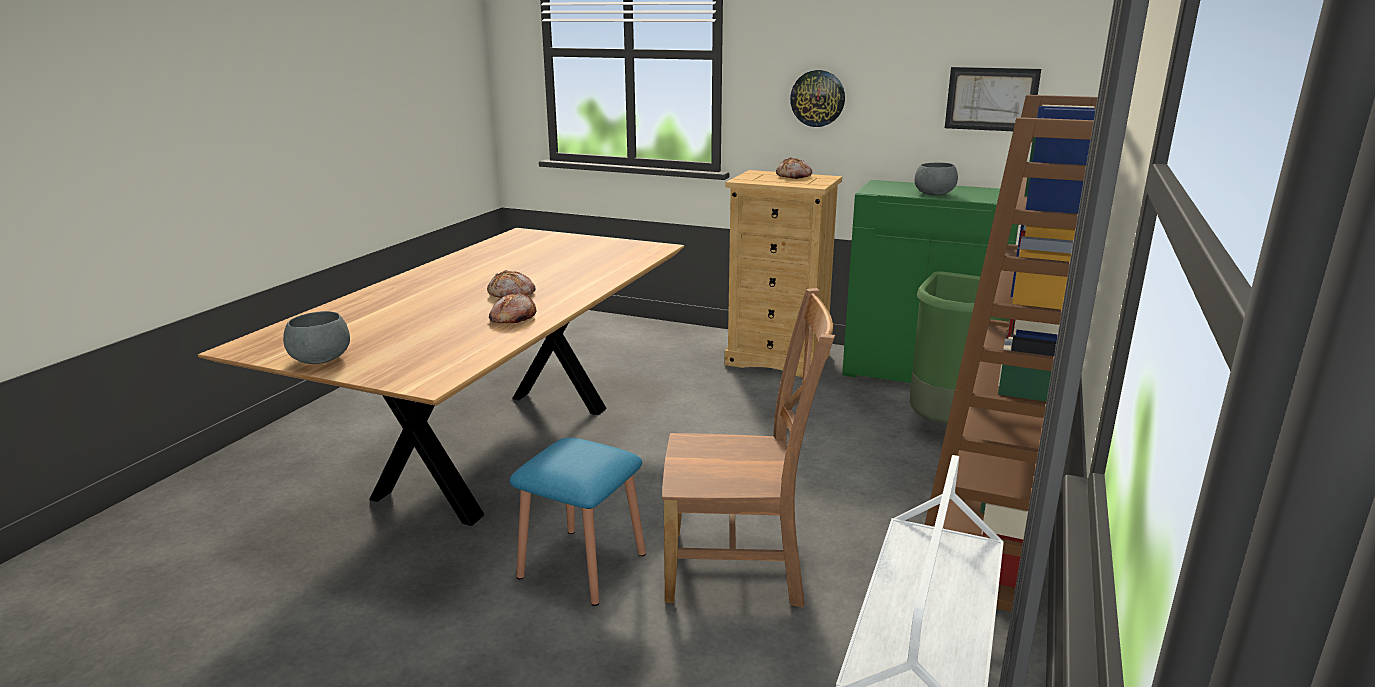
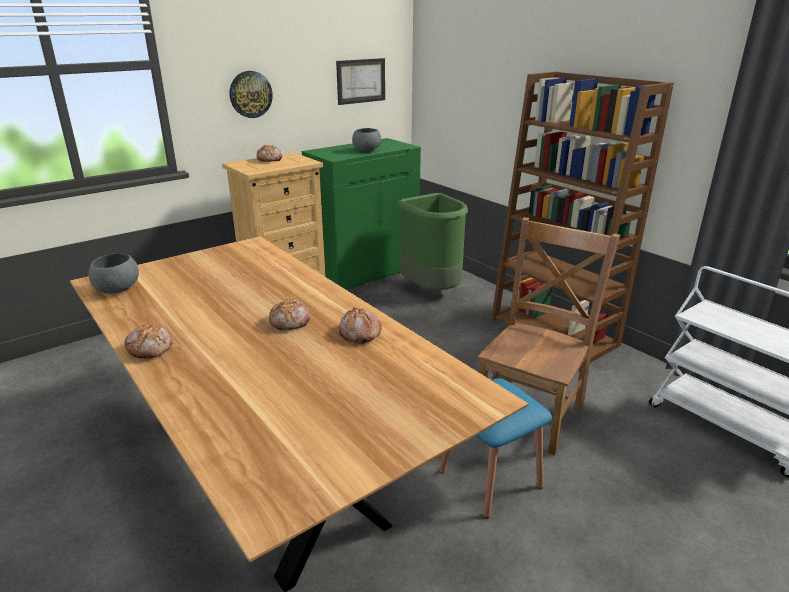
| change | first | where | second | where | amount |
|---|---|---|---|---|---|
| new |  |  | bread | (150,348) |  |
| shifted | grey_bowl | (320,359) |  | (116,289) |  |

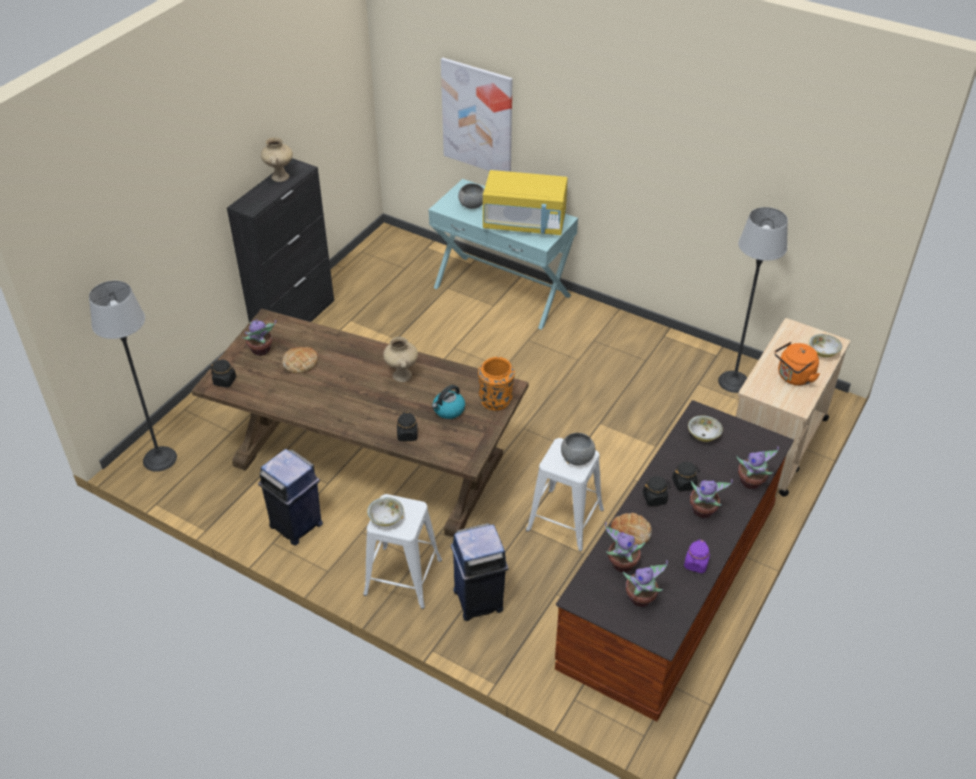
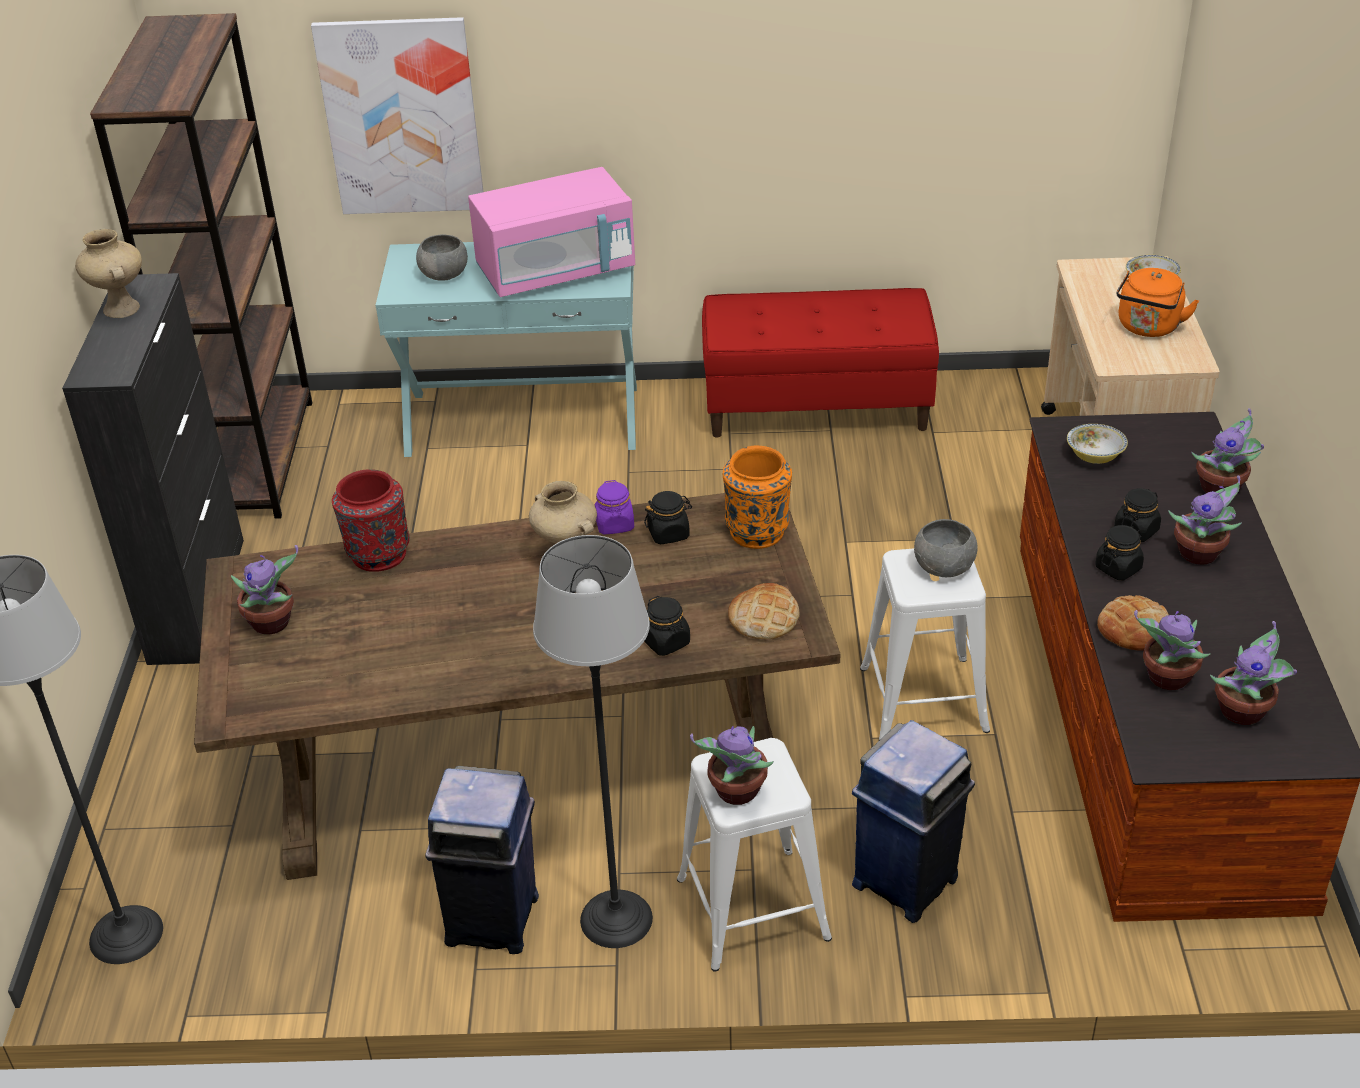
| change | first | where | second | where | amount |
|---|---|---|---|---|---|
| gone | kettle | (448,410) |  |  |  |
| new |  |  | brown_bookcase | (257,458) |  |
| new |  |  | red_vase | (377,554) |  |
| new |  |  | red_bench | (816,407) |  |
| shifted | black_jar | (225,381) |  | (669,533) |  |
| shifted | bread | (300,362) |  | (764,617) |  |
| shifted | purple_jar | (696,564) |  | (615,524) |  |
| shifted | floor_lamp | (734,382) |  | (617,918) |  |
| swapped | bowl | (386,518) | potted_plant | (736,792) |  |
| repainted | yellow_microwave | (525,223) | pink_microwave | (556,271) |  |

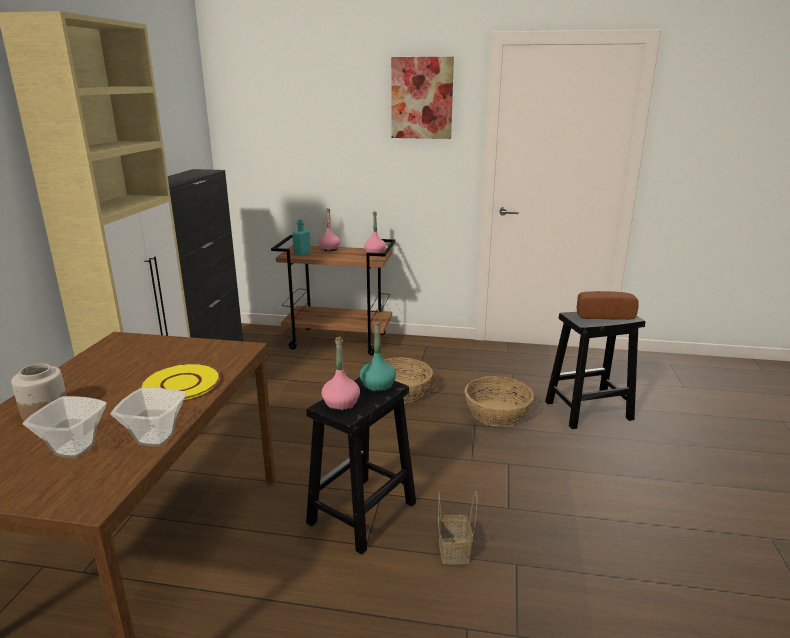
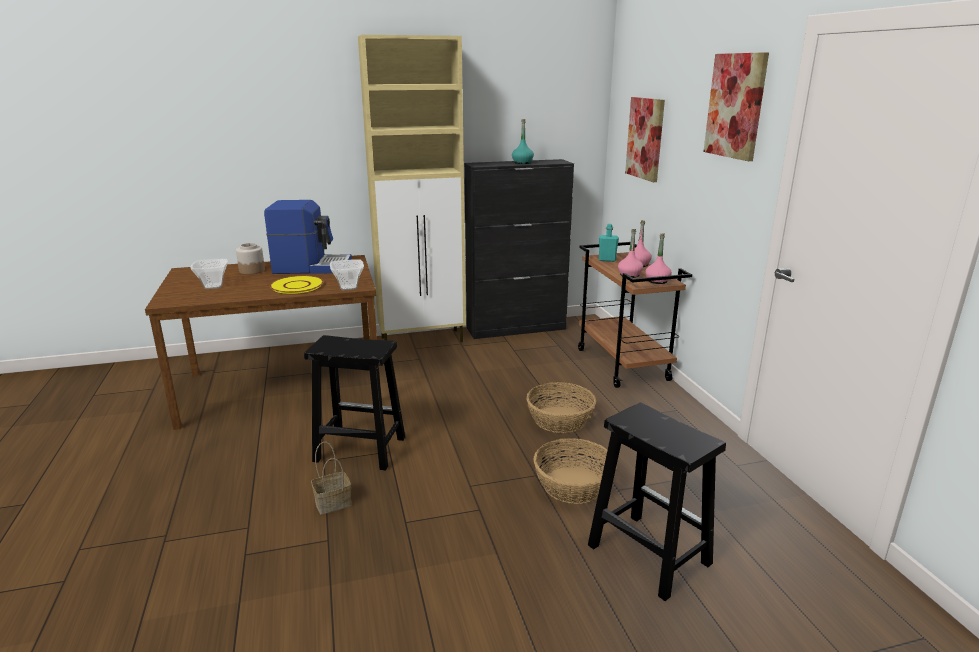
| change | first | where | second | where | amount |
|---|---|---|---|---|---|
| gone | bread | (603,315) |  |  |  |
| new |  |  | coffee_machine | (312,267) |  |
| new |  |  | picture | (645,138) |  |
| shifted | bowl | (156,439) |  | (347,287) |  |
| shifted | pink_bottle | (341,404) |  | (629,275) |  |
| shifted | turquoise_bottle | (377,386) |  | (522,163) |  |

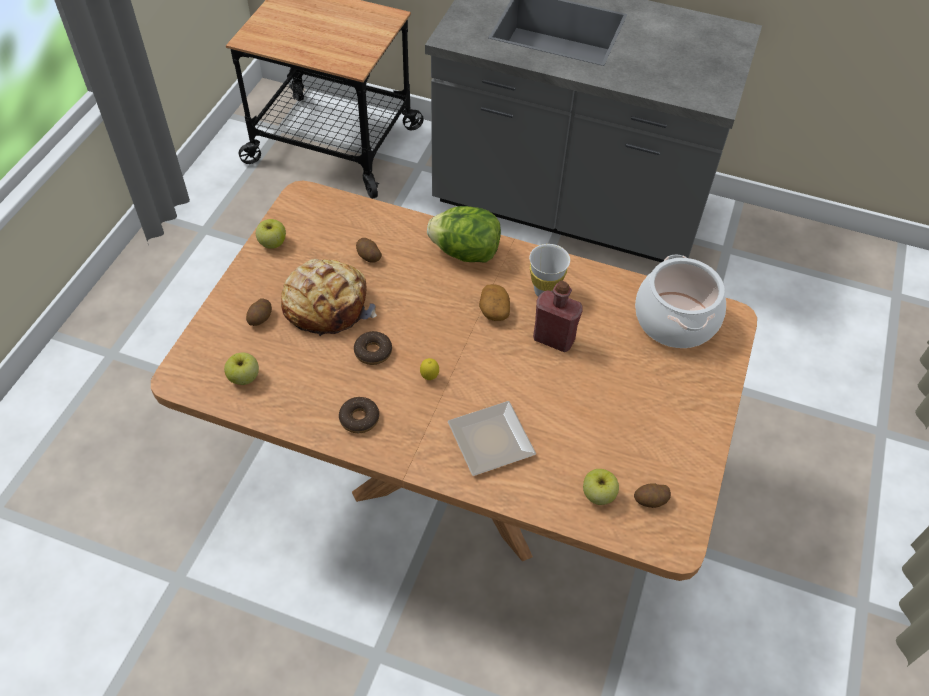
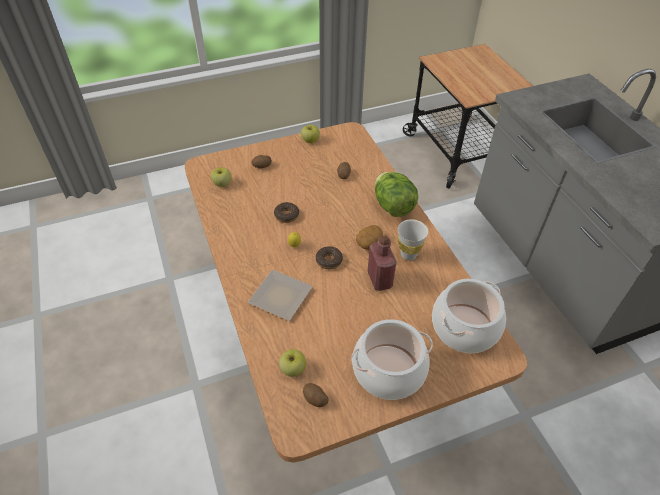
| change | first | where | second | where | amount |
|---|---|---|---|---|---|
| gone | bread | (327,304) |  |  |  |
| new |  |  | cooking_pot | (389,370) |  |
| shifted | donut | (359,418) |  | (329,260) |  |

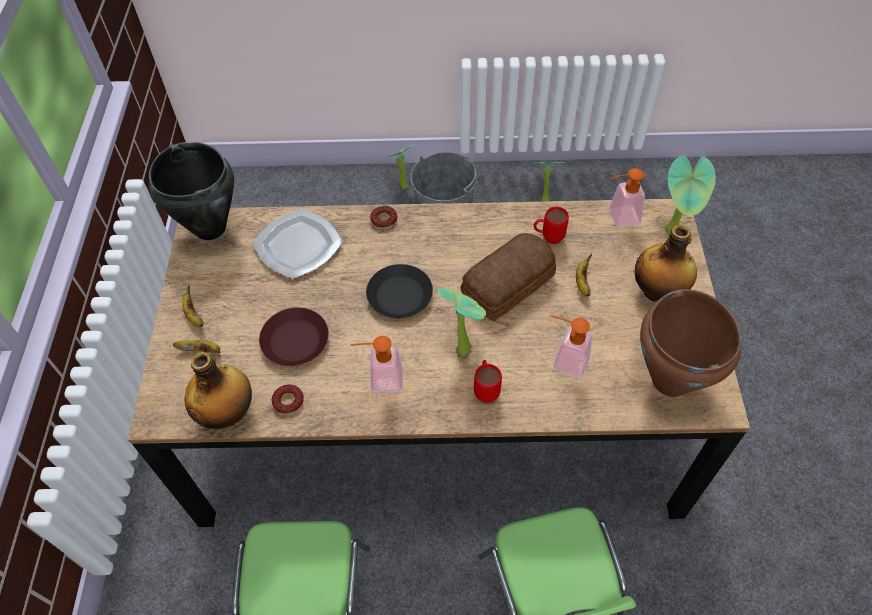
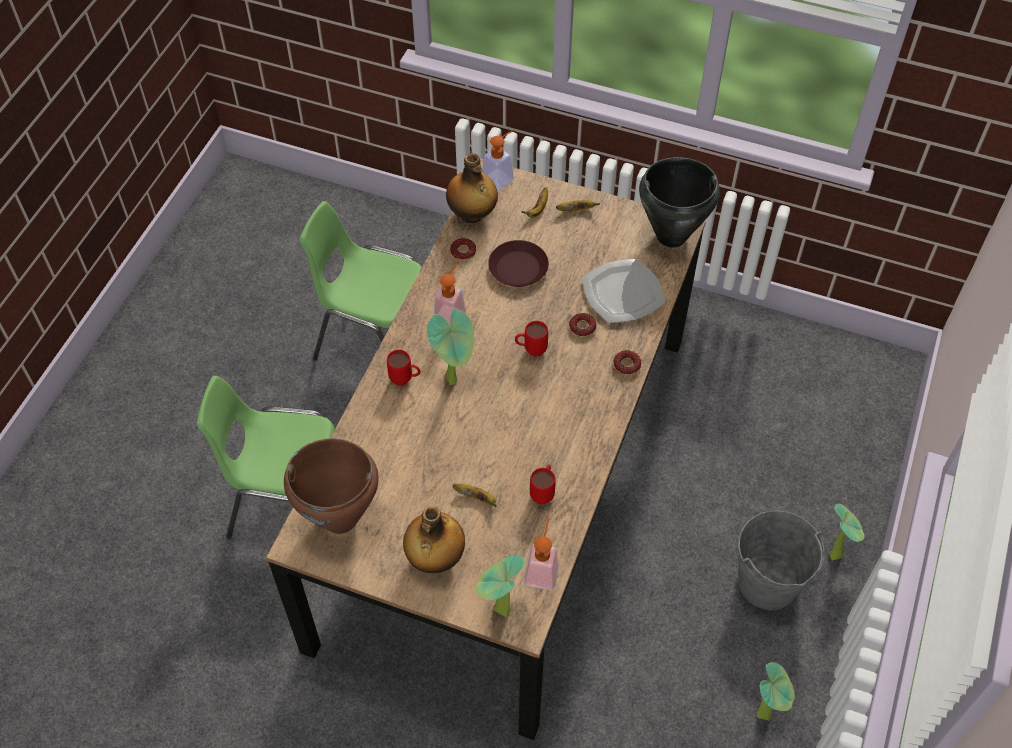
| change | first | where | second | where | amount |
|---|---|---|---|---|---|
| gone | bread | (510,285) |  |  |  |
| new |  |  | donut | (582,327) |  |
| shifted | soap_dispenser | (564,360) |  | (501,177) |  |
| swapped | black_plate | (399,295) | red_mug | (531,350) |  |

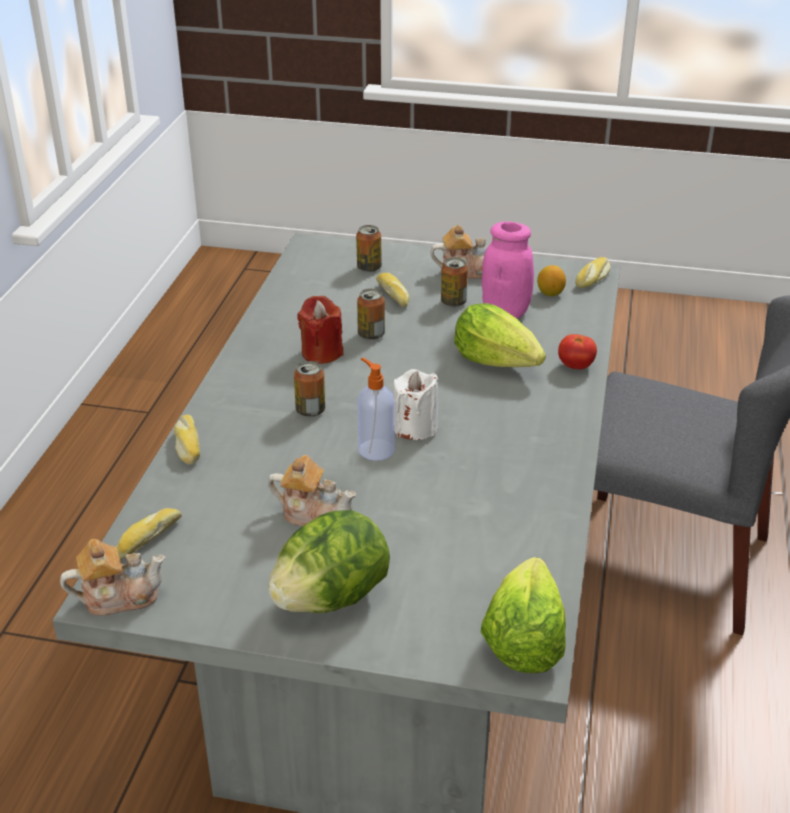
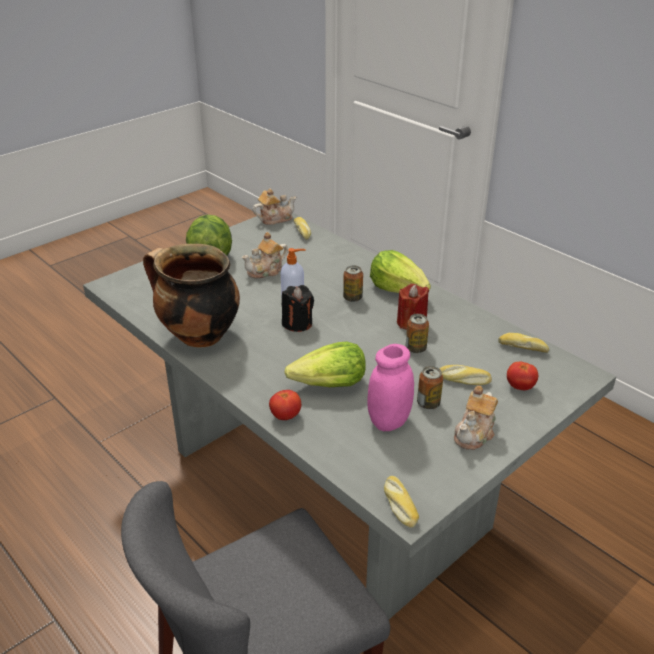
| change | first | where | second | where | amount |
|---|---|---|---|---|---|
| gone | lemon | (550,293) |  |  |  |
| new |  |  | cooking_pot | (198,336) |  |
| shifted | bread | (187,445) |  | (523,347) |  |
| shifted | lettuce | (523,639) |  | (398,289) |  |
| swapped | can | (369,268) | tomato | (520,387) |  |
| repainted | white_candle | (415,427) | black_candle | (297,323) |  |
| rotated | teapot | (118,597) |  | (275,219) | 135 degrees counterclockwise |

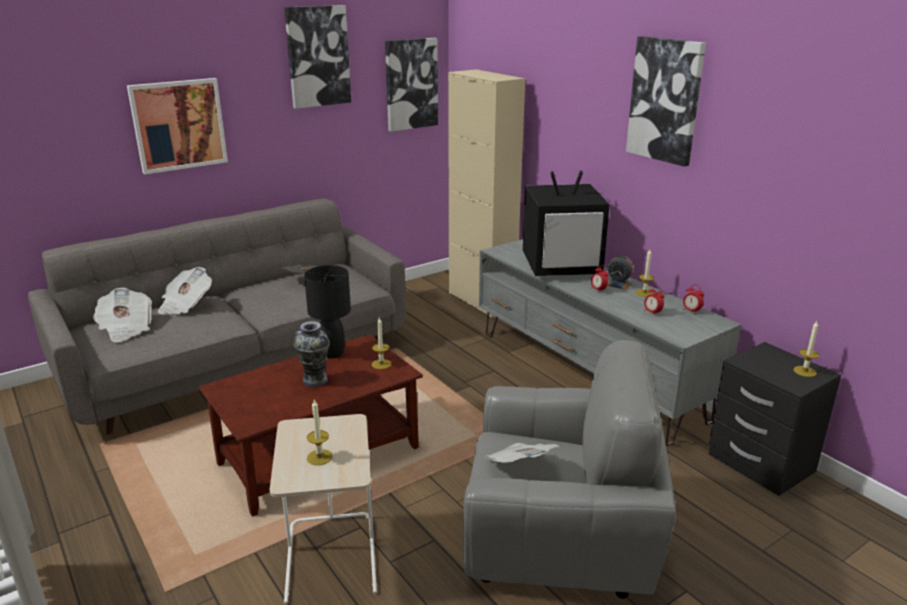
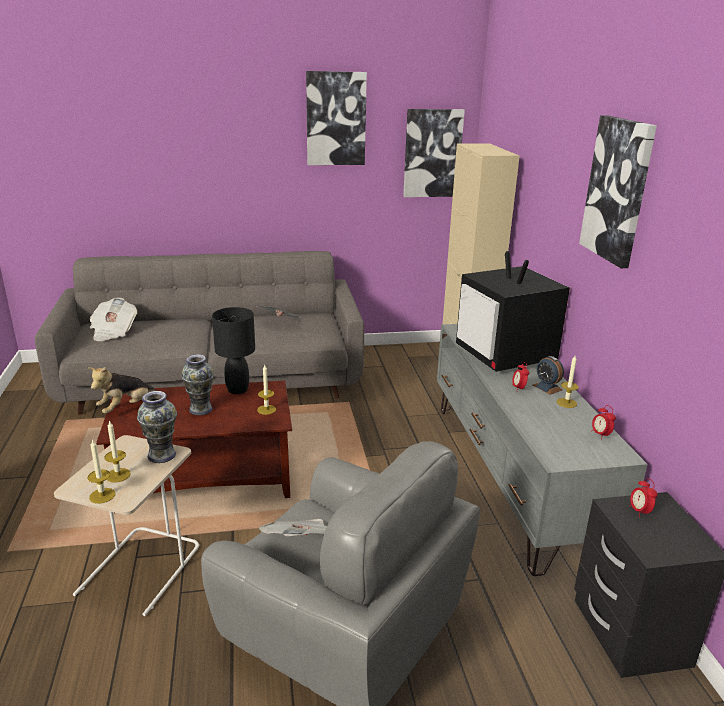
| change | first | where | second | where | amount |
|---|---|---|---|---|---|
| gone | picture | (178,125) |  |  |  |
| gone | newspaper | (185,305) |  |  |  |
| new |  |  | plush_toy | (126,408) |  |
| new |  |  | vase | (161,455) |  |
| shifted | alarm_clock | (652,313) |  | (639,511) |  |
| shifted | candle | (804,371) |  | (102,495) |  |
| rotated | television | (562,267) |  | (505,357) | 45 degrees clockwise |

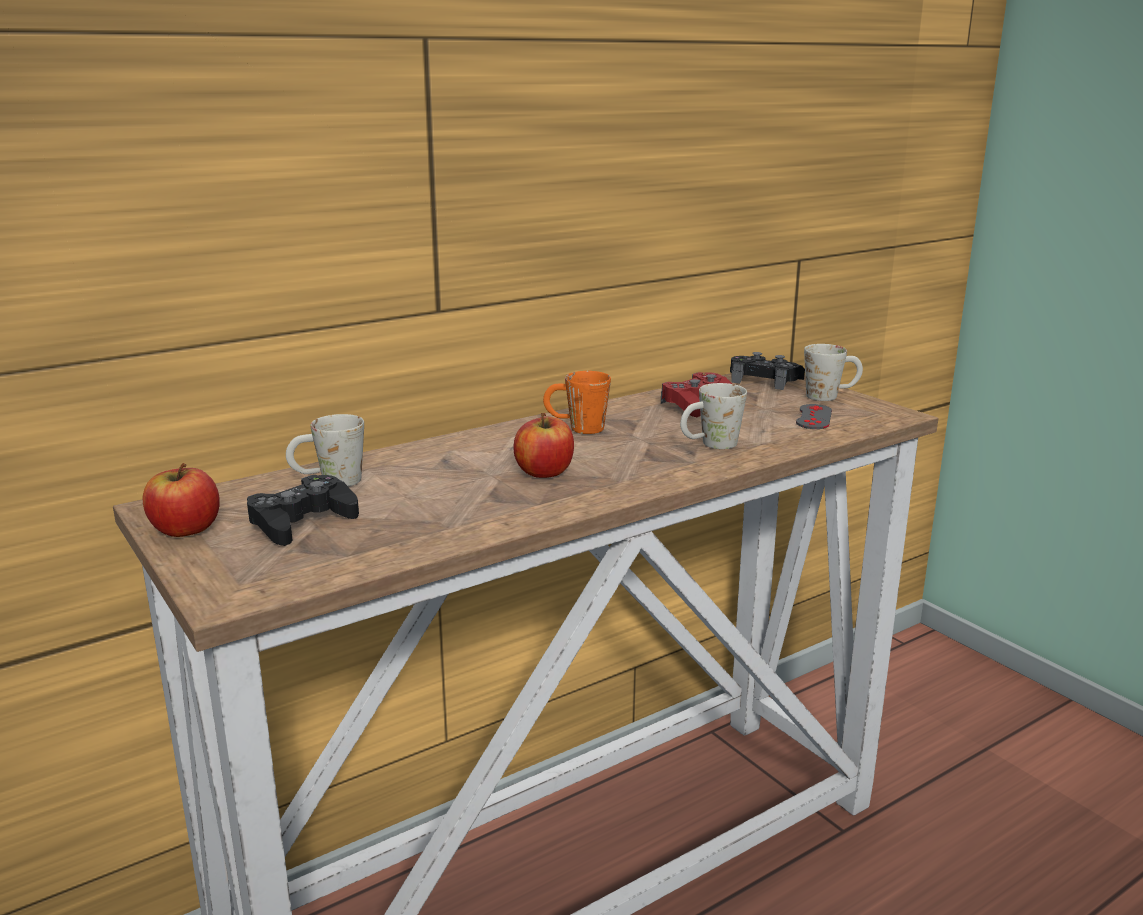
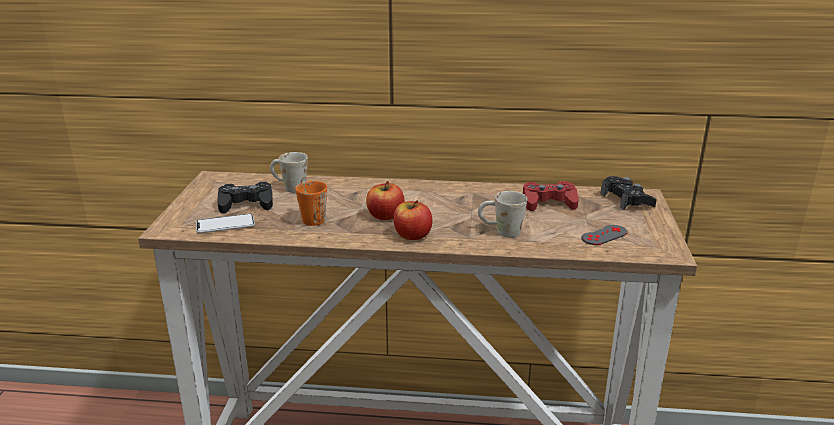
| change | first | where | second | where | amount |
|---|---|---|---|---|---|
| gone | white_mug | (830,396) |  |  |  |
| new |  |  | phone | (225,225) |  |
| shifted | apple | (185,530) |  | (412,235) |  |
| shifted | orange_mug | (576,428) |  | (309,218) |  |

